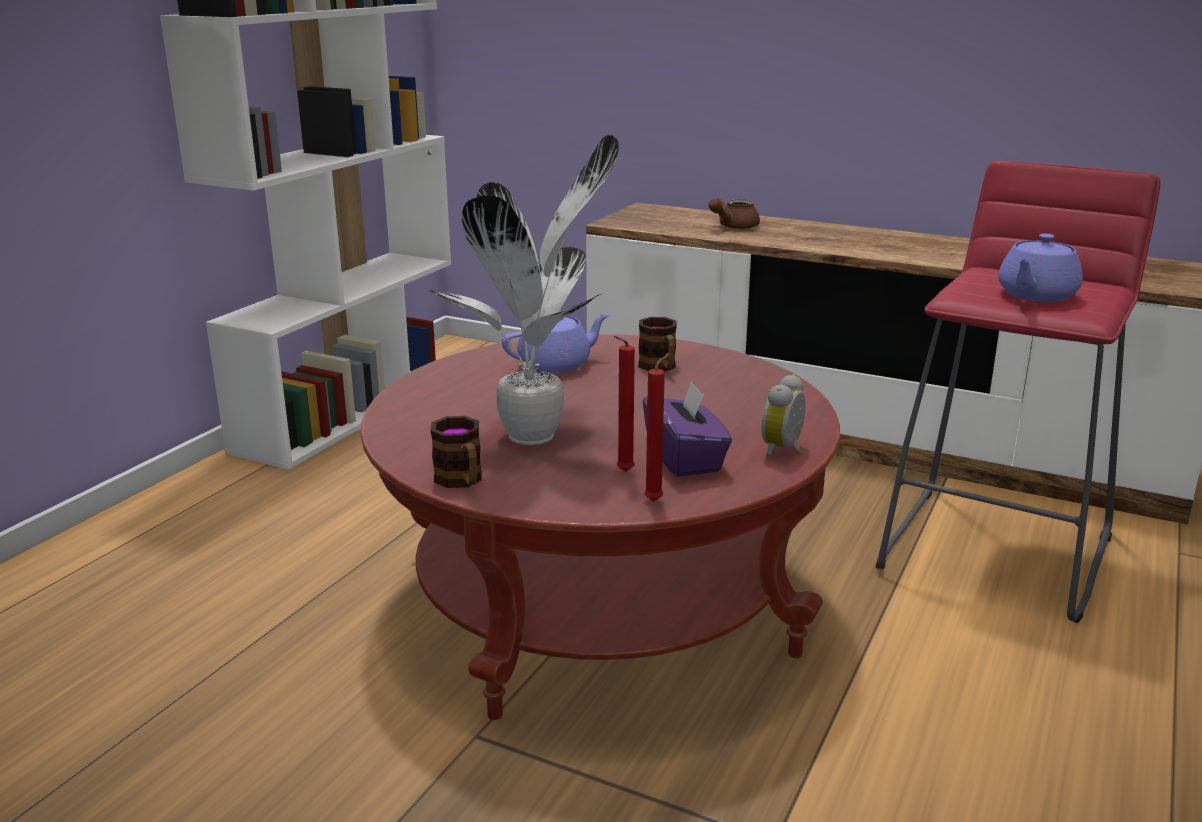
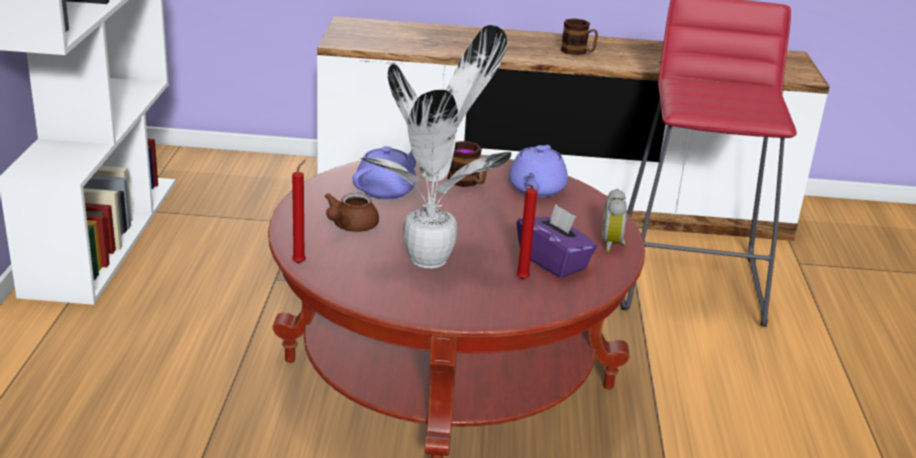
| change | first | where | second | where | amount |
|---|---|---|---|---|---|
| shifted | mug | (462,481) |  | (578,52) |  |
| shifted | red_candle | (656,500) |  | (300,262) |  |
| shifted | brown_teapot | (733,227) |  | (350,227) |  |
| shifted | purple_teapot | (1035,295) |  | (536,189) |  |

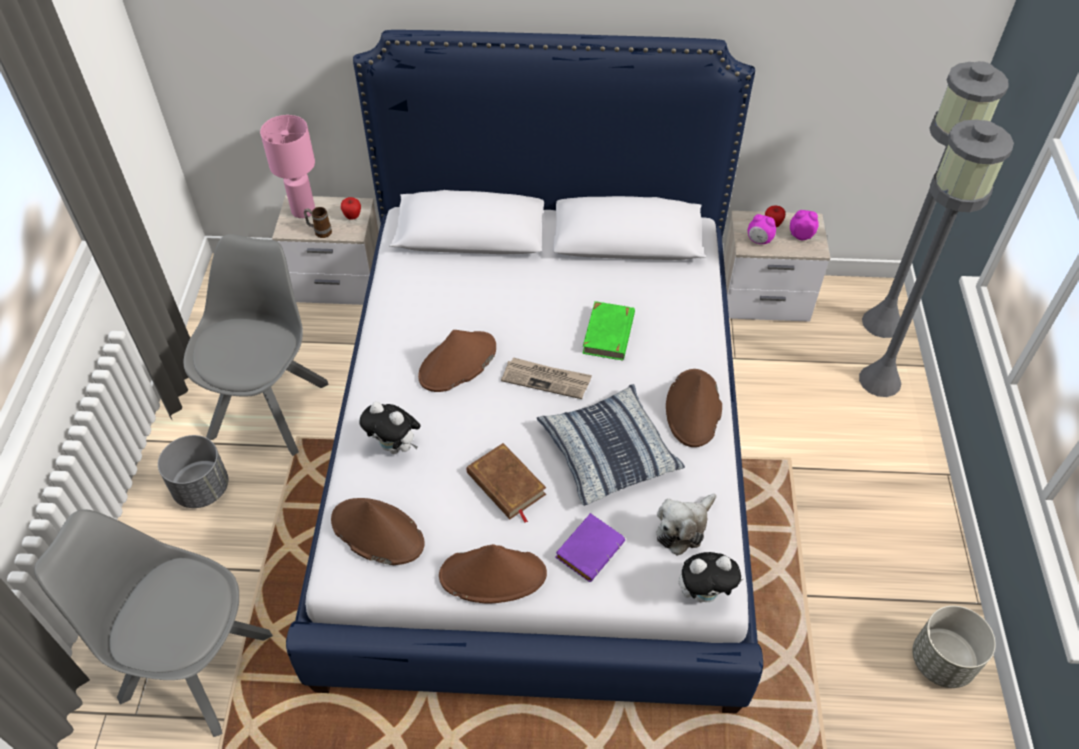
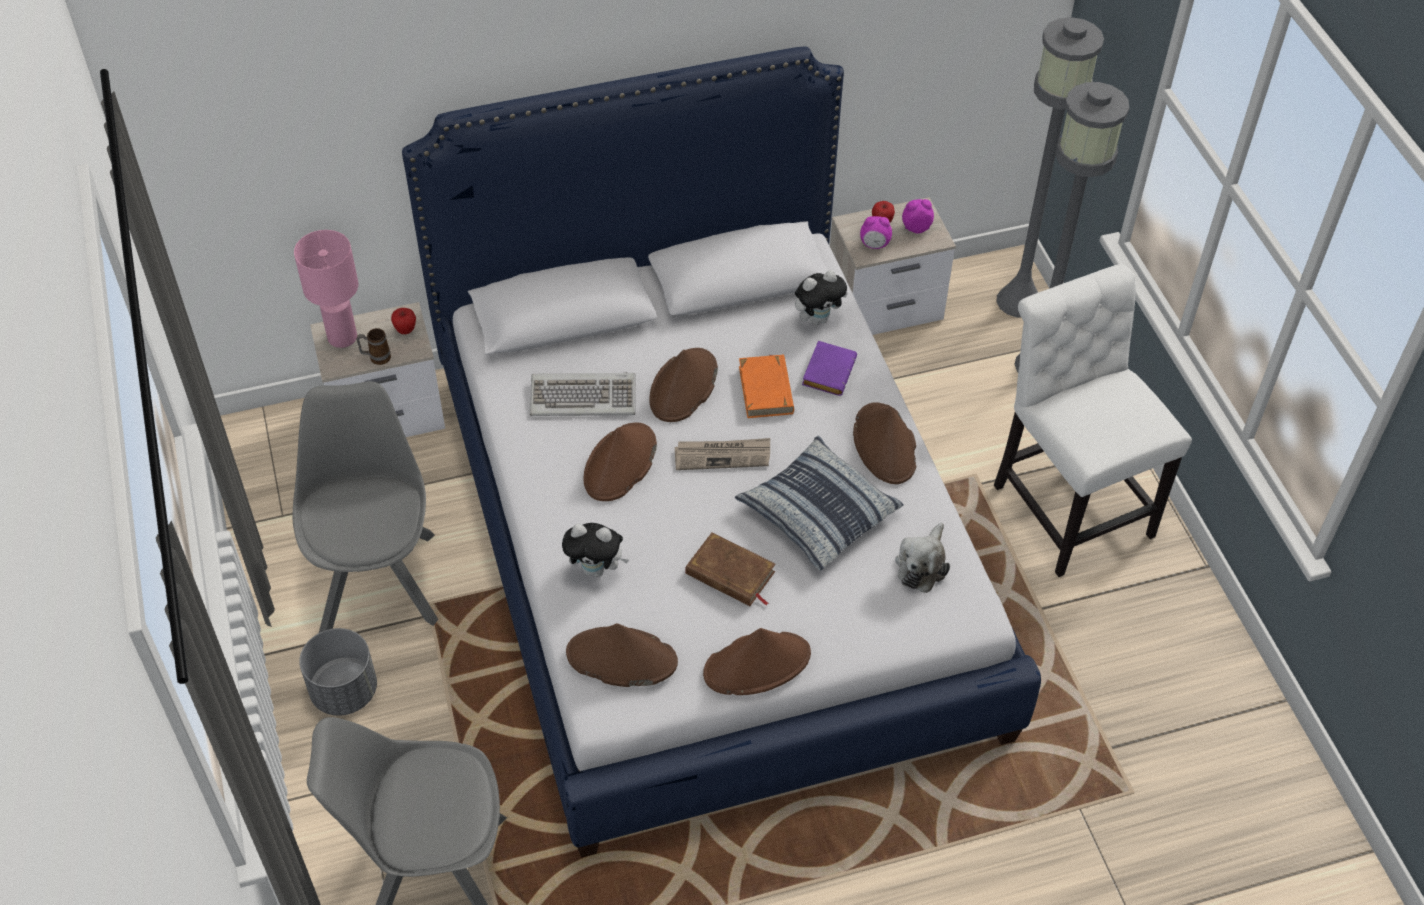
| change | first | where | second | where | amount |
|---|---|---|---|---|---|
| gone | grey_planter | (941,661) |  |  |  |
| new |  |  | keyboard | (583,397) |  |
| new |  |  | brown_hat | (683,386) |  |
| new |  |  | white_chair | (1068,504) |  |
| shifted | purple_book | (589,548) |  | (827,371) |  |
| shifted | plush_toy | (704,593) |  | (818,318) |  |
| repainted | green_book | (609,334) | orange_book | (766,389) |  |

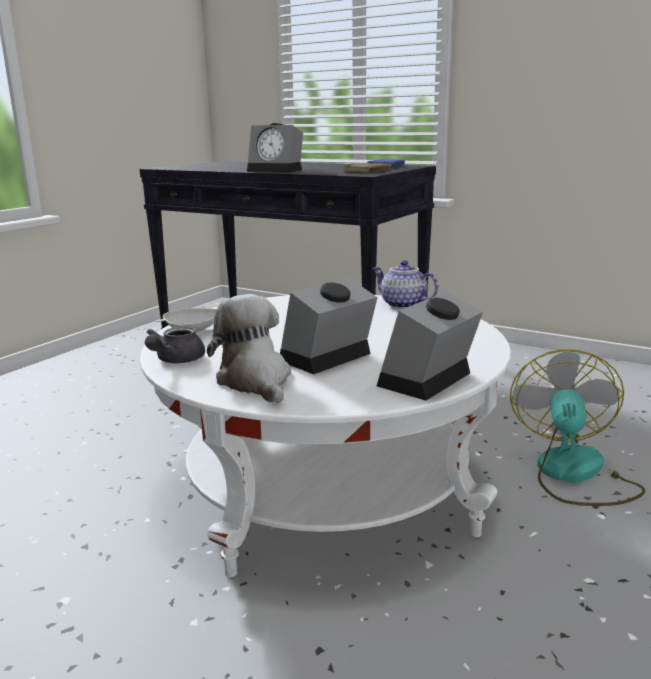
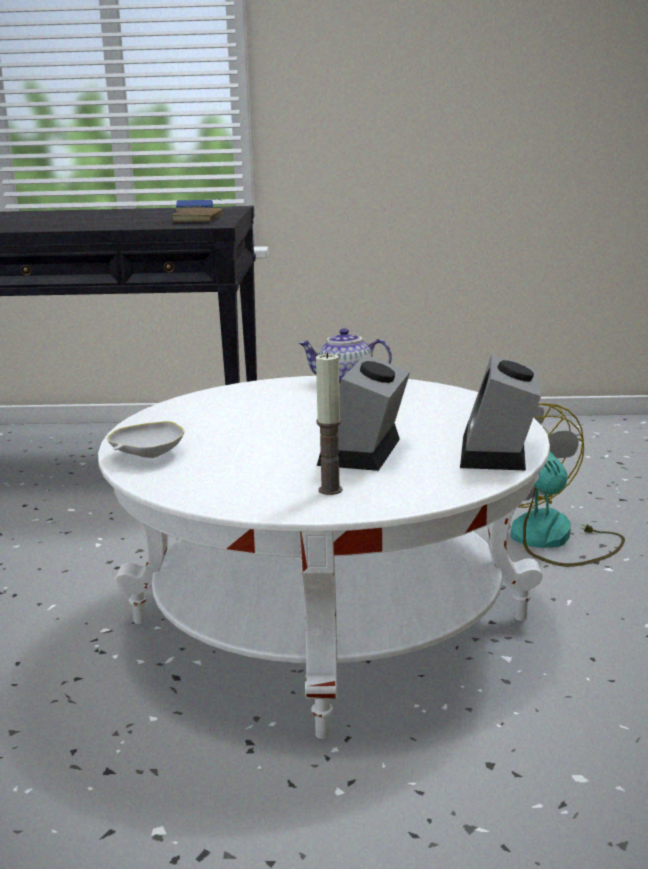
| change | first | where | second | where | amount |
|---|---|---|---|---|---|
| gone | grey_teapot | (175,360) |  |  |  |
| gone | alarm_clock | (277,170) |  |  |  |
| swapped | plush_toy | (255,381) | candle | (330,490) |  |

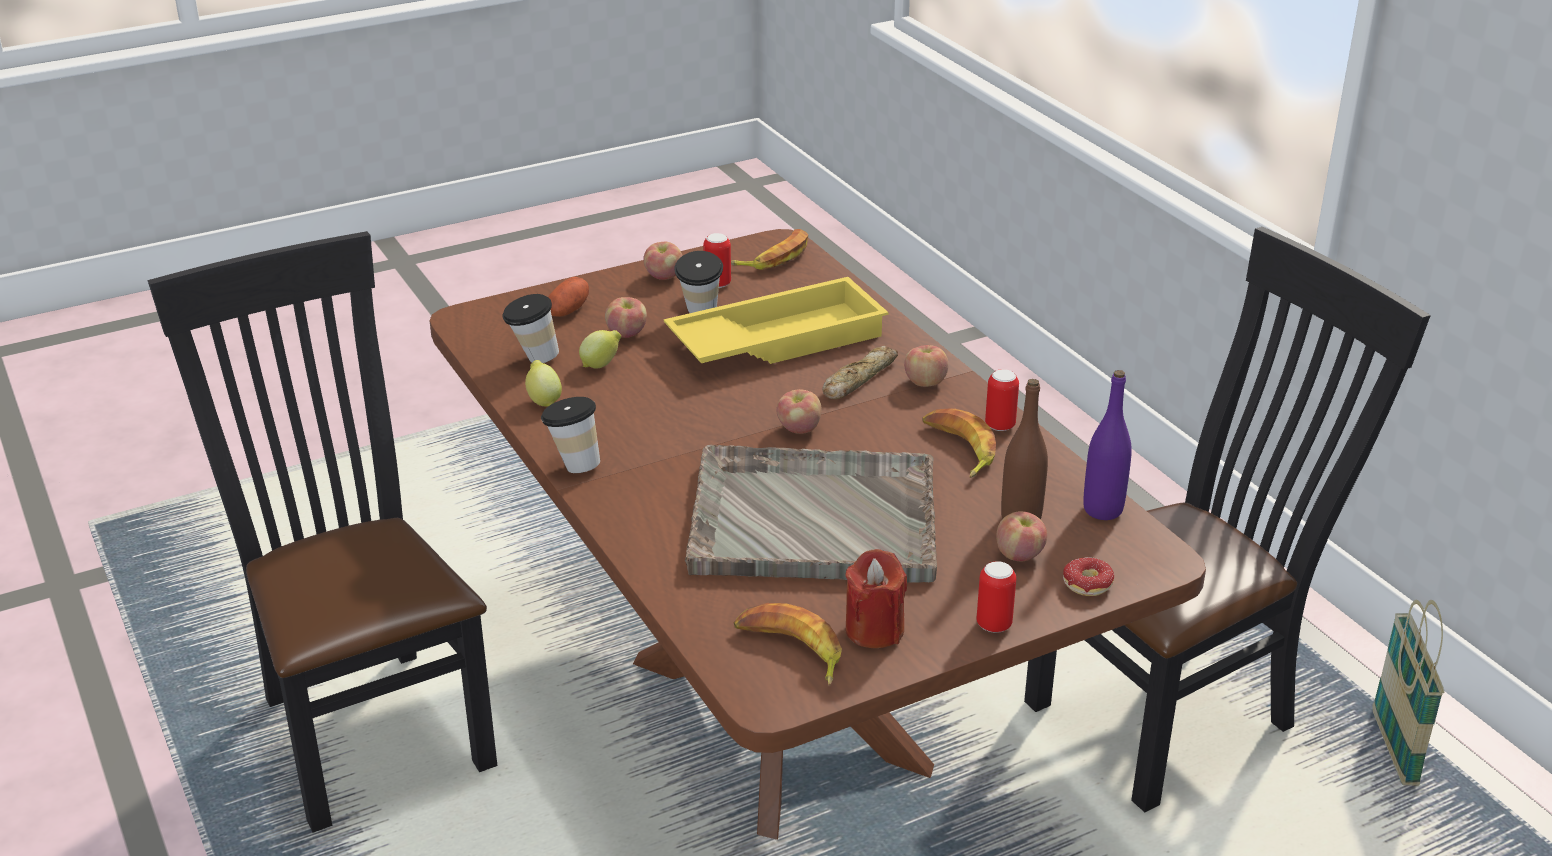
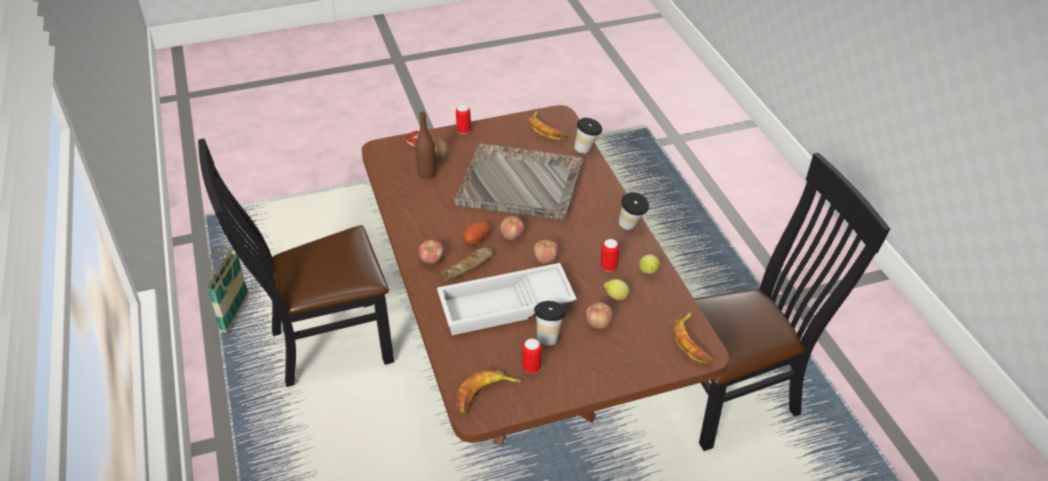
| change | first | where | second | where | amount |
|---|---|---|---|---|---|
| gone | red_candle | (874,630) |  |  |  |
| gone | purple_bottle | (1102,510) |  |  |  |
| shifted | cup | (533,359) |  | (587,150) |  |
| shifted | potato | (568,310) |  | (476,239) |  |
| shifted | apple | (664,276) |  | (545,259) |  |
| shifted | banana | (958,449) |  | (692,342) |  |
| shifted | can | (1000,426) |  | (608,267) |  |
| repainted | yellow_tray | (777,338) | white_tray | (505,307) |  |
| rotated | black_chair | (368,725) |  | (738,396) | 90 degrees counterclockwise |

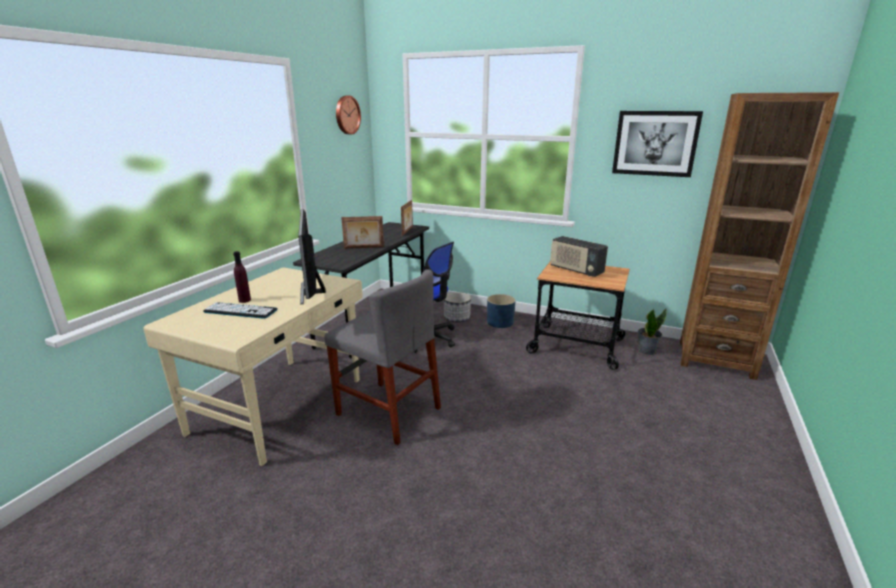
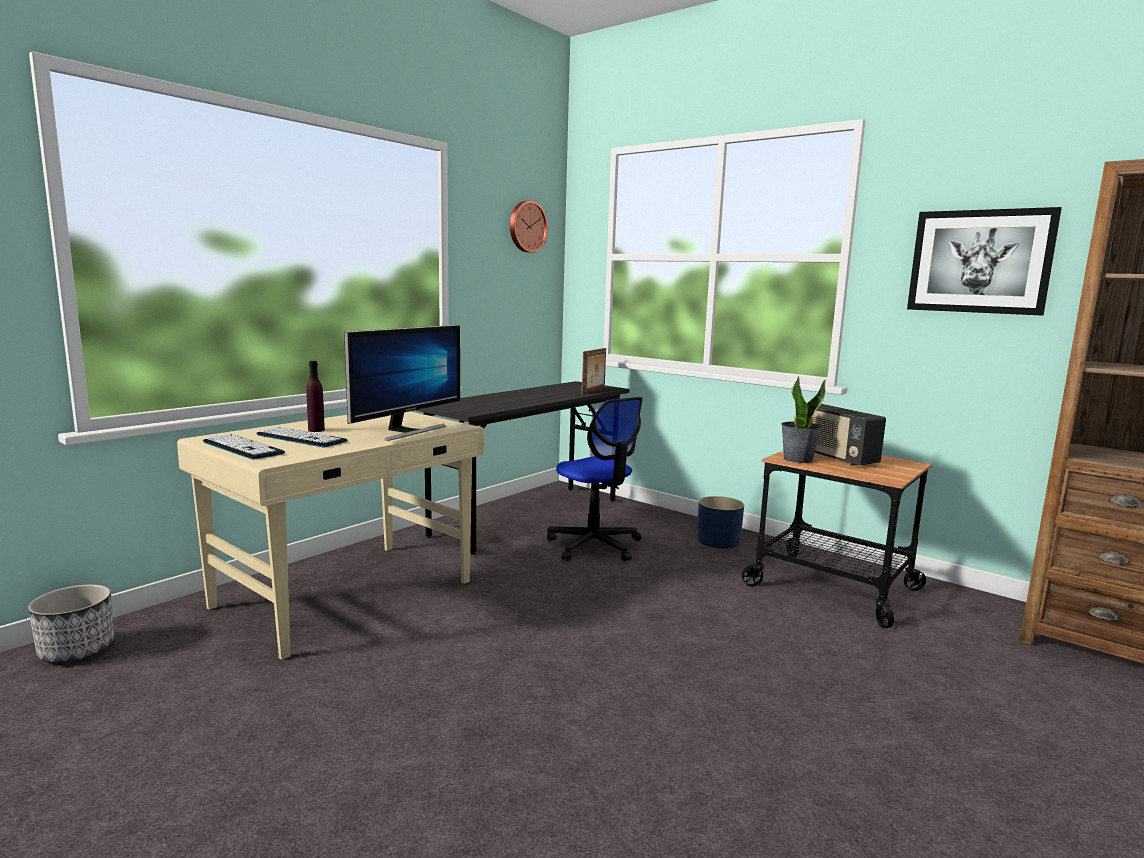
| change | first | where | second | where | amount |
|---|---|---|---|---|---|
| gone | grey_chair | (388,411) |  |  |  |
| gone | picture_frame | (364,248) |  |  |  |
| new |  |  | keyboard | (242,448) |  |
| shifted | planter | (457,318) |  | (77,650) |  |
| shifted | potted_plant | (646,351) |  | (797,459) |  |
| rotated | monitor | (311,292) |  | (407,431) | 150 degrees counterclockwise |

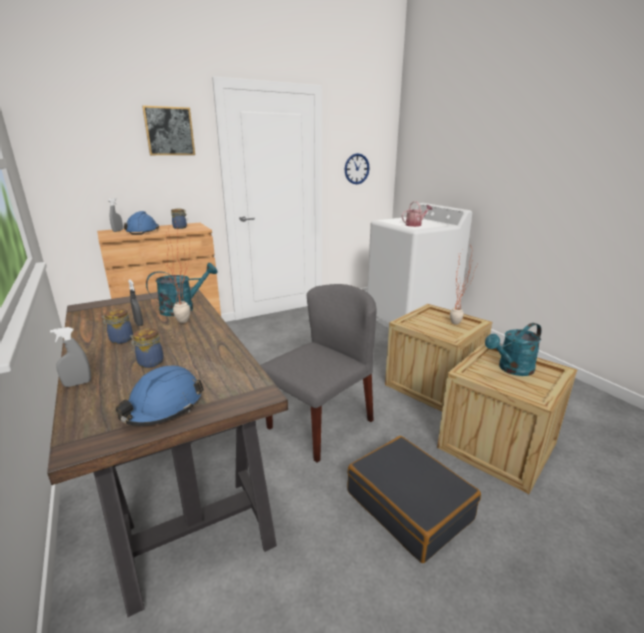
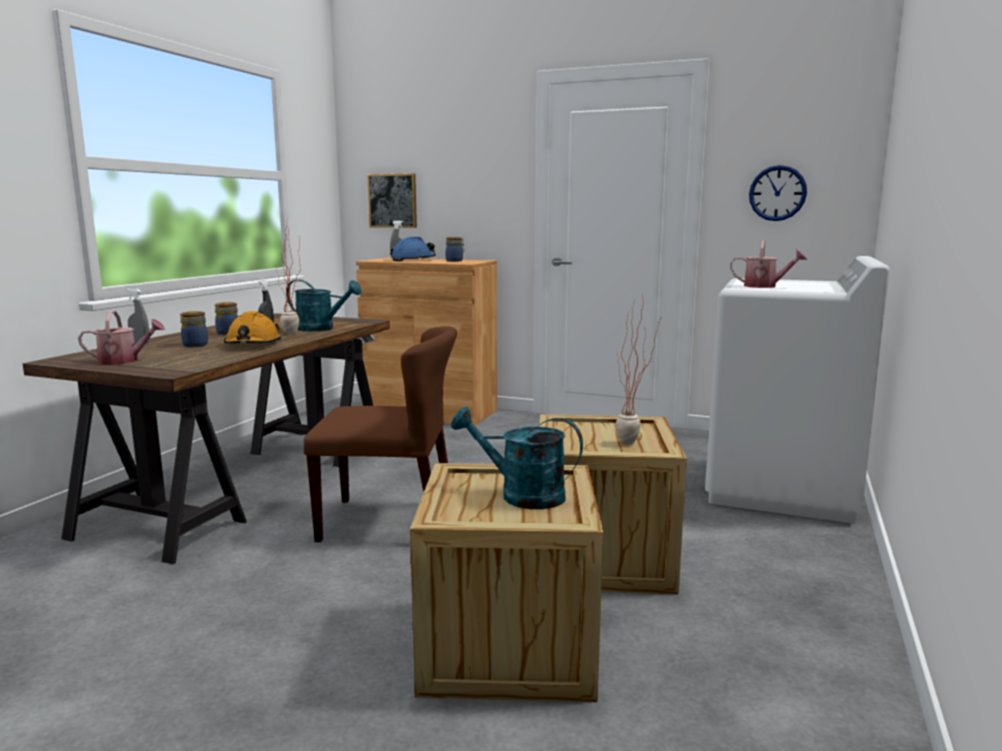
| change | first | where | second | where | amount |
|---|---|---|---|---|---|
| gone | black_suitcase | (409,505) |  |  |  |
| new |  |  | orange_hard_hat | (253,344) |  |
| shifted | picture | (169,131) |  | (392,200) |  |
| swapped | blue_hard_hat | (163,407) | watering_can | (124,361) |  |
| repainted | grey_chair | (320,423) | brown_chair | (390,521) |  |

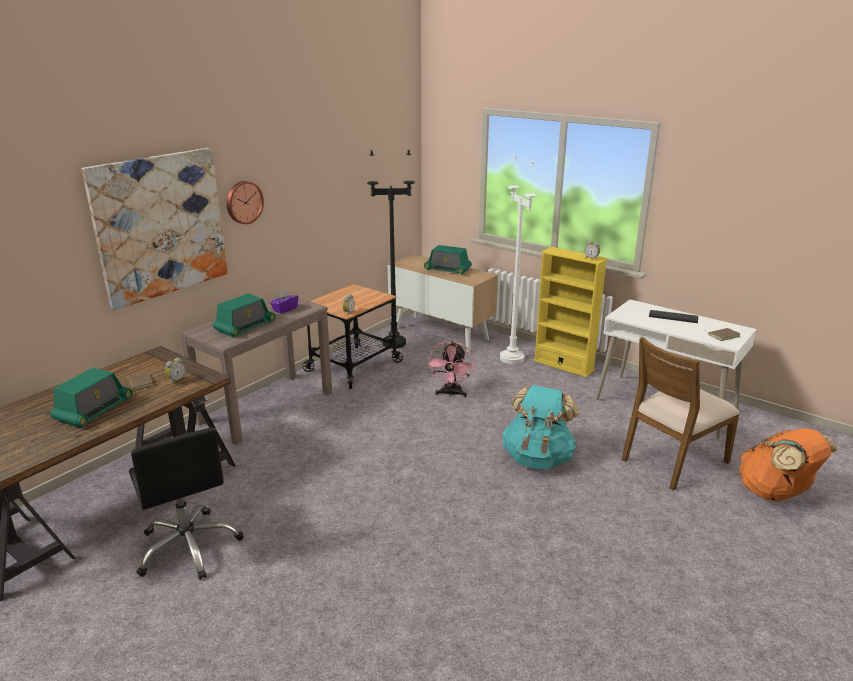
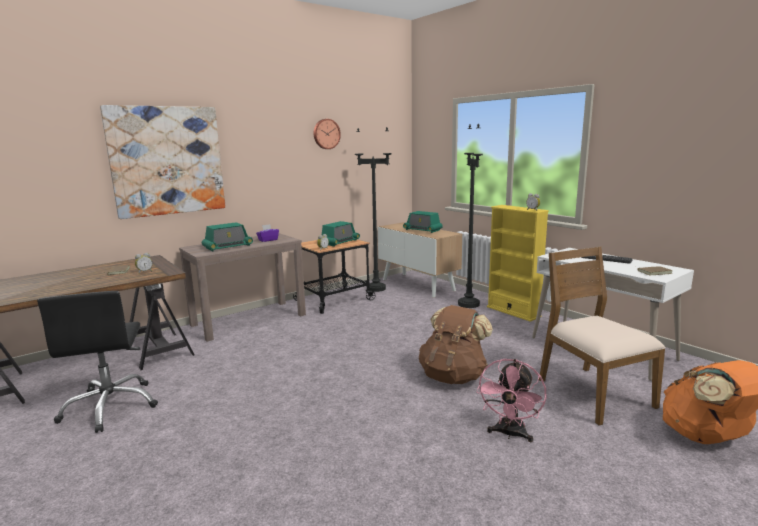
| change | first | where | second | where | amount |
|---|---|---|---|---|---|
| shifted | radio | (94,410) |  | (339,242) |  |
| shifted | wall_clock | (243,202) |  | (326,134) |  |
| shifted | pink_fan | (451,394) |  | (510,434) |  |
| repainted | white_floor_lamp | (511,358) | black_floor_lamp | (468,304) |  |
| repainted | turquoise_backpack | (538,458) | brown_backpack | (453,376) |  |
| rotated | brown_chair | (673,460) |  | (593,393) | 90 degrees clockwise |

